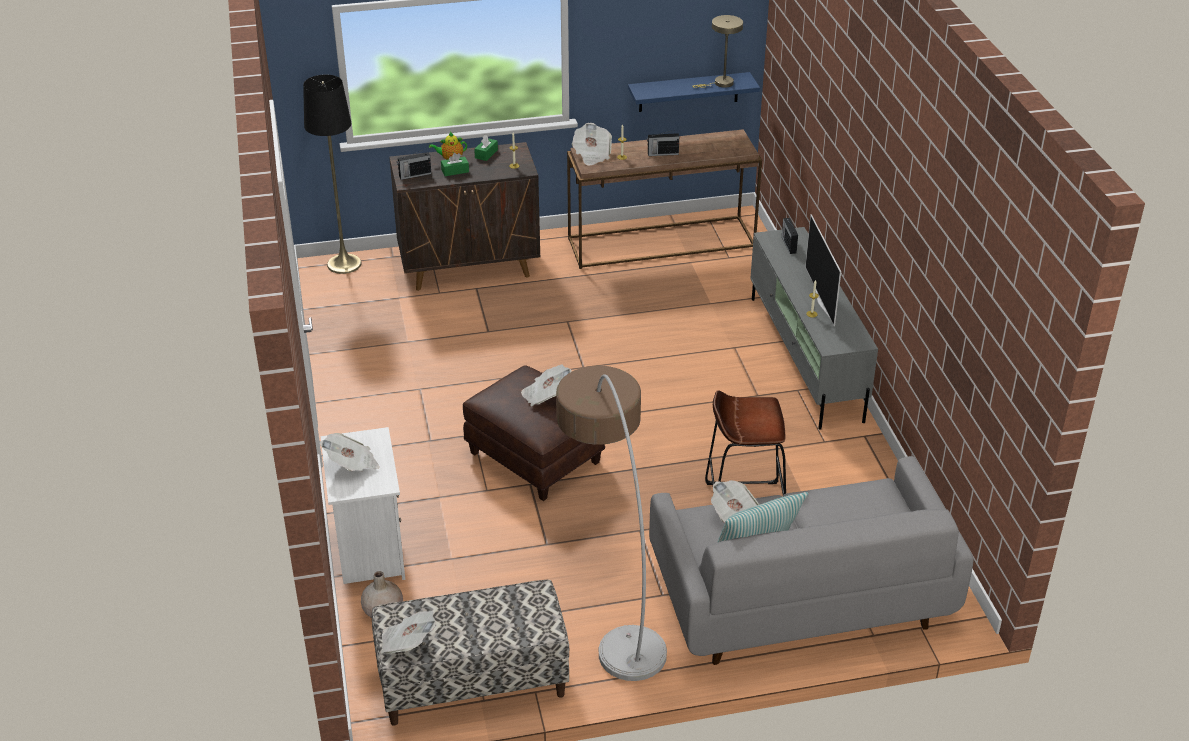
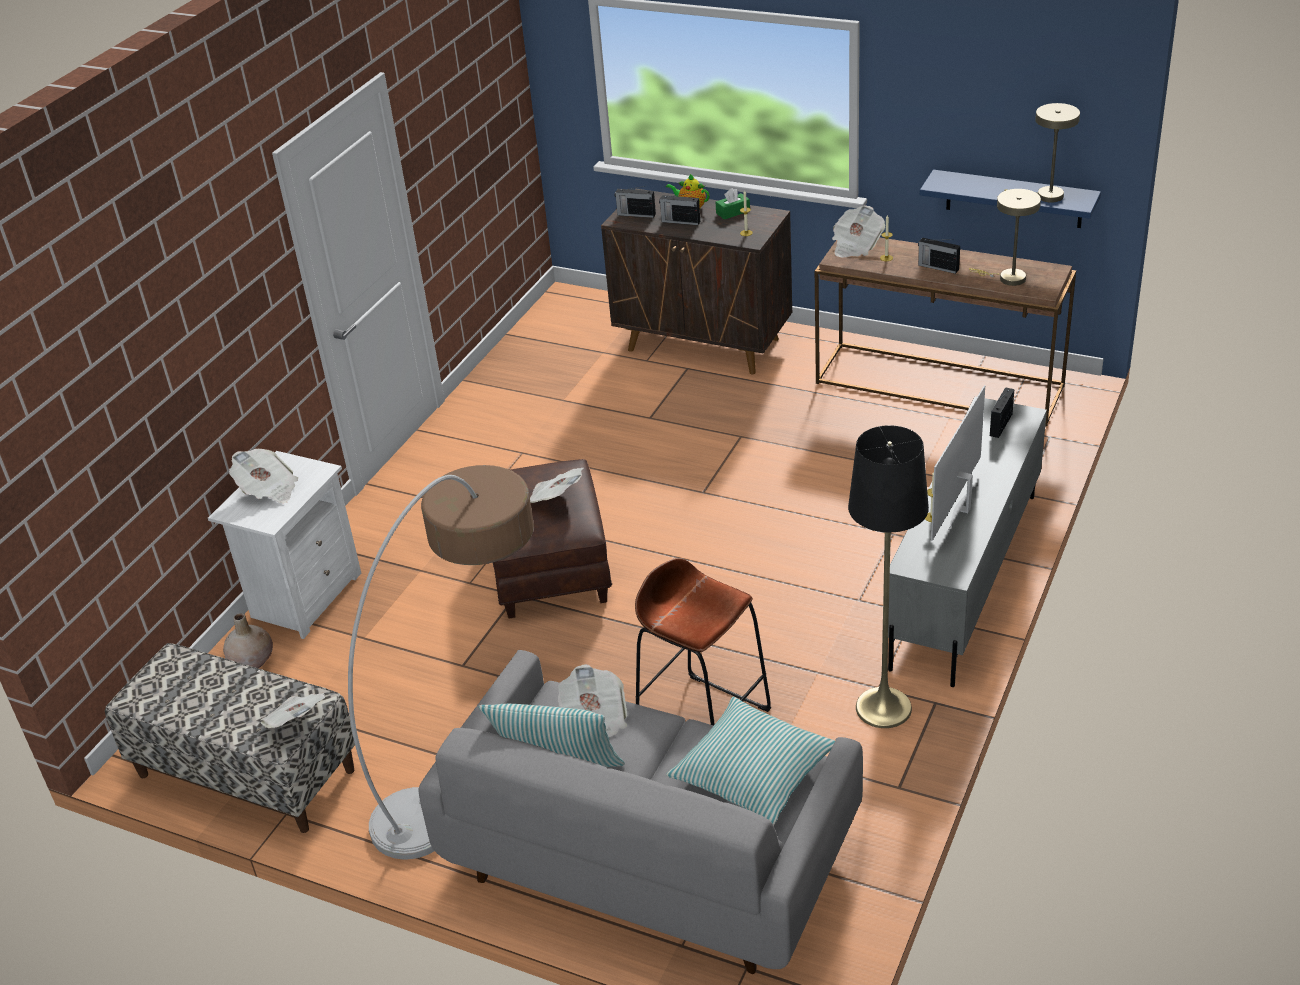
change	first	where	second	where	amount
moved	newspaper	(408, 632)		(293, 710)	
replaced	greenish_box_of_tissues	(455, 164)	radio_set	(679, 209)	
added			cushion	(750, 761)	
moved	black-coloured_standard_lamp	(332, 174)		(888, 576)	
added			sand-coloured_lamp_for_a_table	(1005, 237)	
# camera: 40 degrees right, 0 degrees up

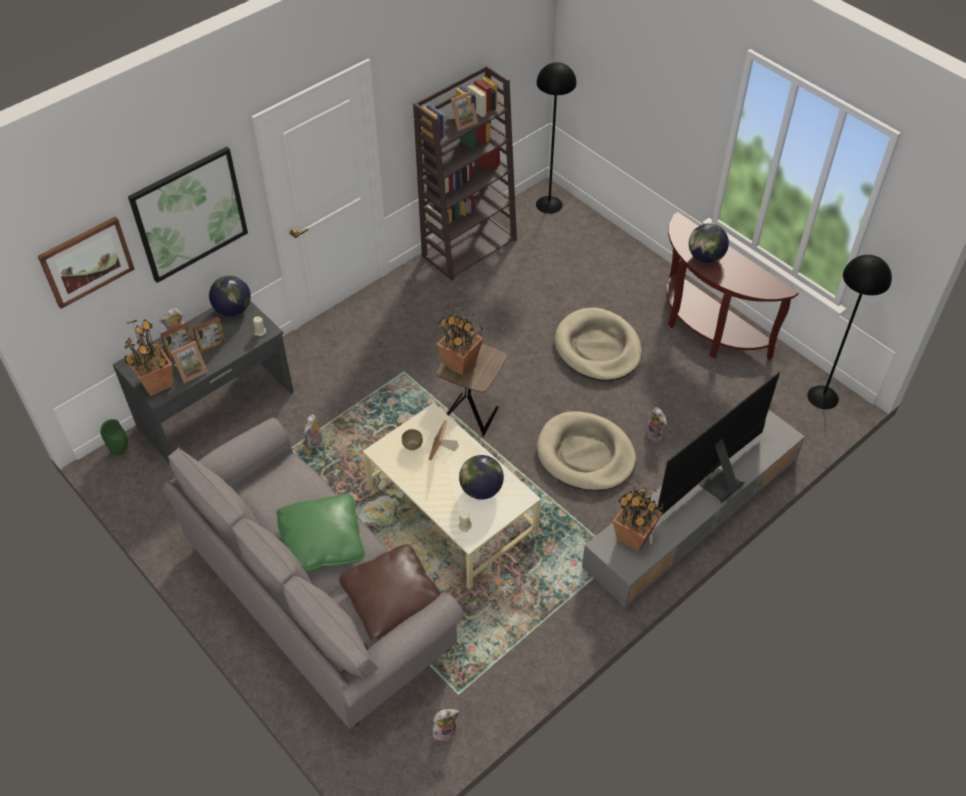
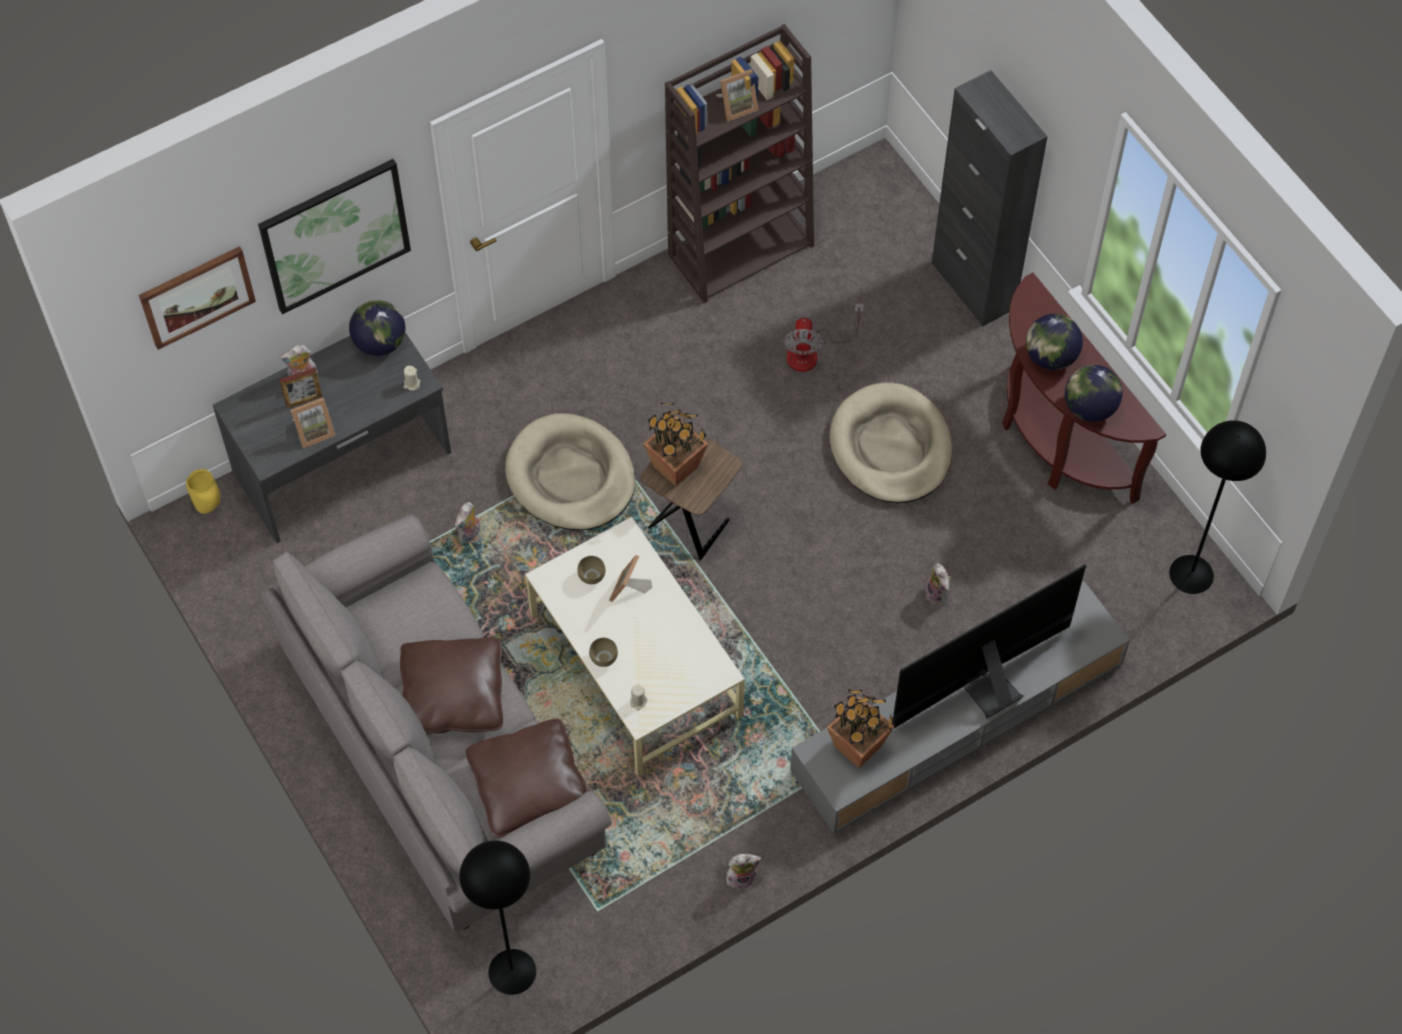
change	first	where	second	where	amount
recoloured	greenish_decorative_vase	(114, 437)	yellow-coloured_decorative_vase	(203, 491)	
recoloured	greenish_cushion	(320, 533)	brown-coloured_cushion	(451, 686)	
moved	black-coloured_standard_lamp	(556, 138)		(497, 917)	
moved	sand-coloured_dog_bed	(586, 451)		(570, 471)	
added			brown-coloured_deep_dish	(603, 652)	
moved	cuddly_toy	(446, 726)		(744, 872)	
added			cooling_fan	(824, 338)	
added			black-coloured_cabinet	(990, 198)	
moved	globe	(481, 477)		(1093, 393)	
removed	potted_plant	(149, 358)			
removed	picture_frame	(209, 335)			
# camera: 10 degrees right, 10 degrees up

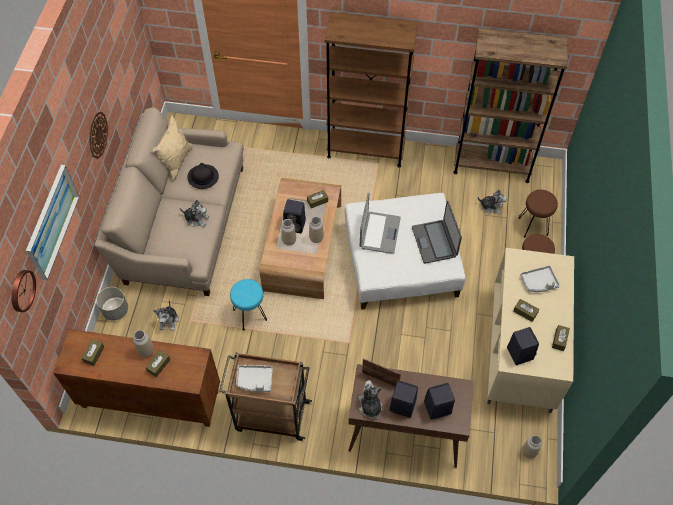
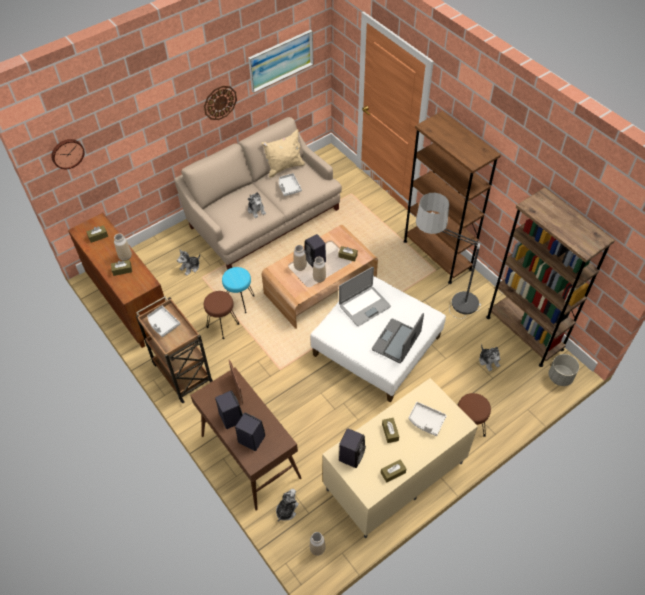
change	first	where	second	where	amount
moved	brown-coloured_stool_seat	(538, 213)		(221, 315)	
moved	picture	(52, 222)		(281, 61)	
moved	cuddly_toy	(370, 400)		(287, 505)	
replaced	black-coloured_wearable_hat	(203, 176)	grey_serving_tray	(290, 184)	
added			standard_lamp	(449, 256)	
moved	grey_flower_pot	(112, 303)		(564, 370)	
# camera: 45 degrees right, 5 degrees down

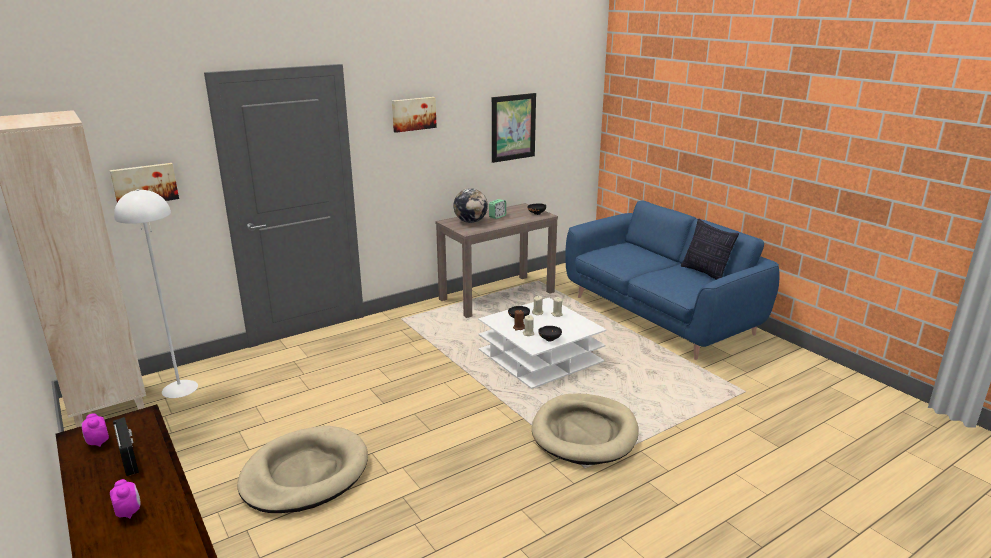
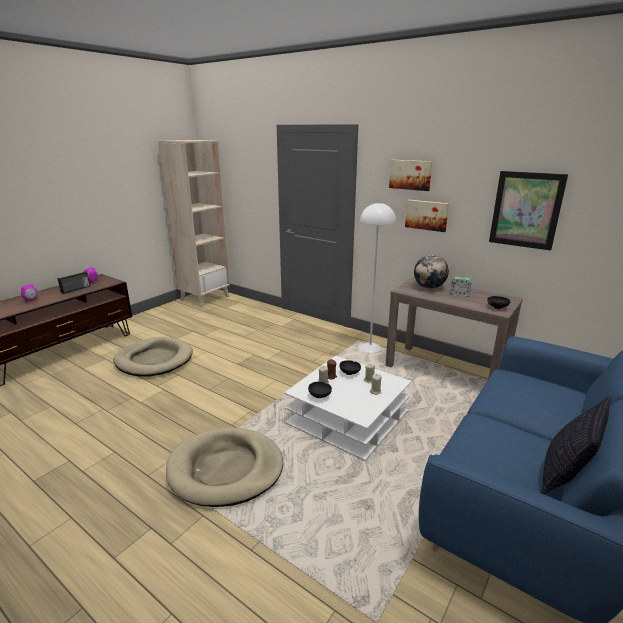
change	first	where	second	where	amount
moved	white-coloured_standard_lamp	(156, 293)		(377, 277)	
moved	picture	(144, 182)		(427, 216)	
# camera: 70 degrees right, 0 degrees up

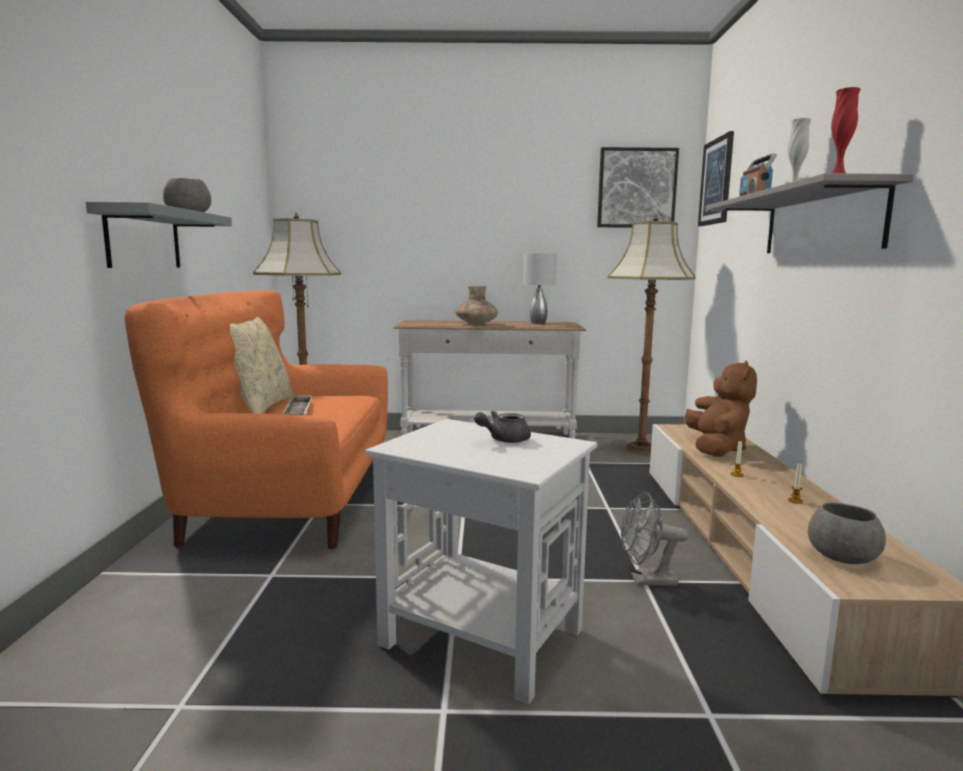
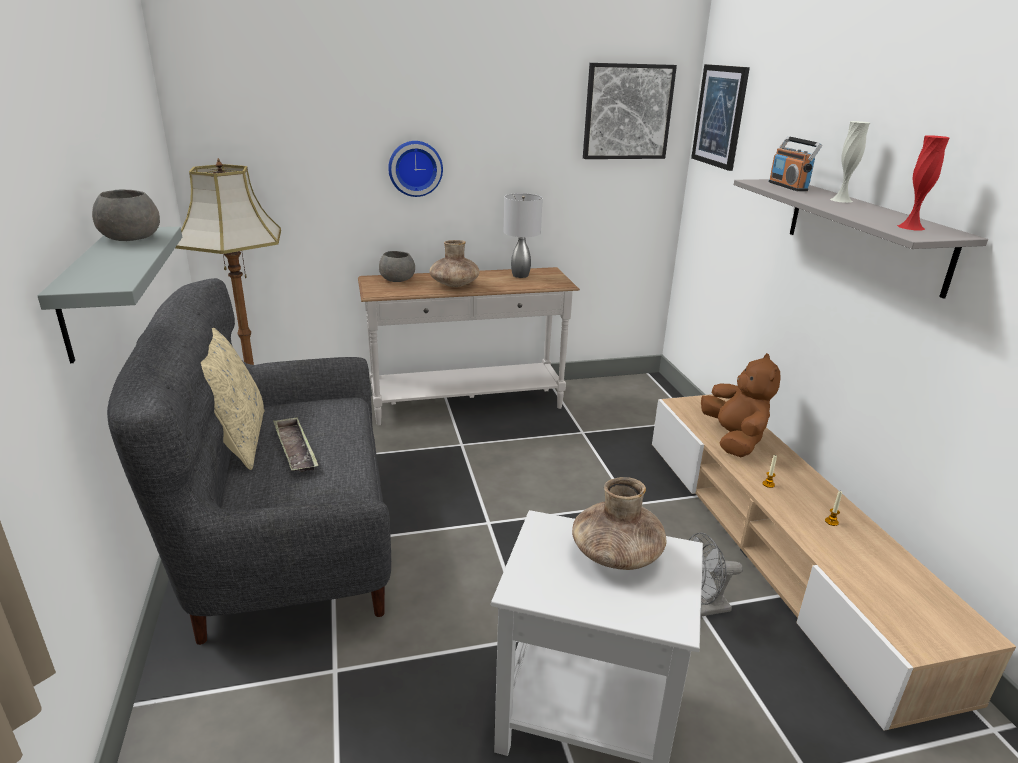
change	first	where	second	where	amount
recoloured	orange-coloured_settee	(256, 419)	grey_settee	(249, 461)	
moved	grey_deep_dish	(847, 533)		(397, 266)	
added			hanging_clock	(415, 169)	
replaced	grey_teapot	(502, 427)	brown-coloured_decorative_vase	(619, 523)	
removed	standard_lamp	(652, 334)			
# camera: 15 degrees left, 15 degrees up

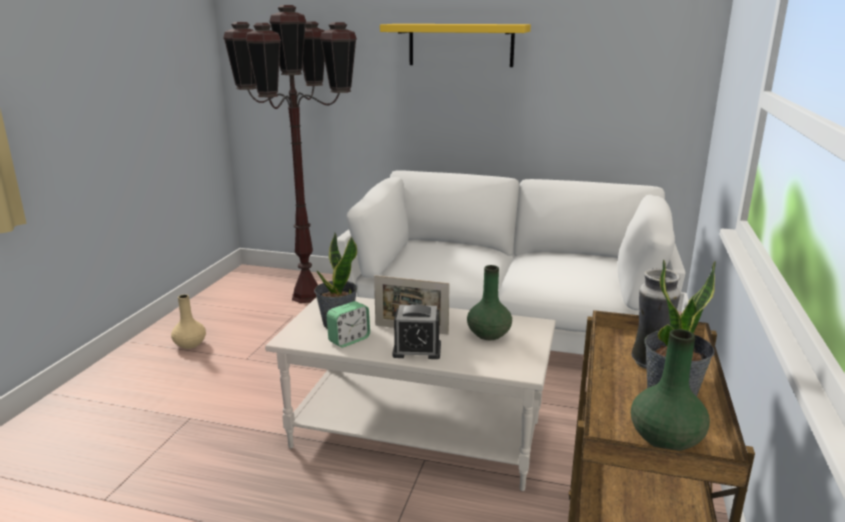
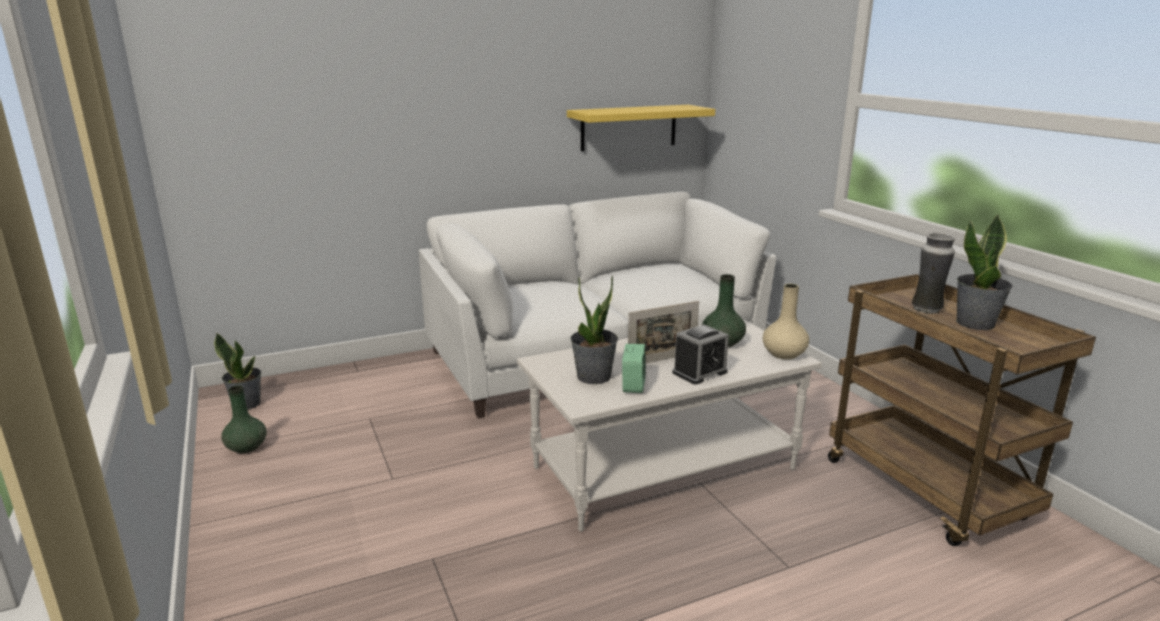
change	first	where	second	where	amount
added			potted_plant	(237, 371)	
moved	greenish_decorative_vase	(670, 390)		(243, 419)	
moved	yellow-coloured_bracket_shelf	(455, 45)		(641, 128)	
moved	sand-coloured_decorative_vase	(188, 321)		(785, 322)	
removed	brown-coloured_standard_lamp	(290, 154)			
# camera: 40 degrees left, 0 degrees up

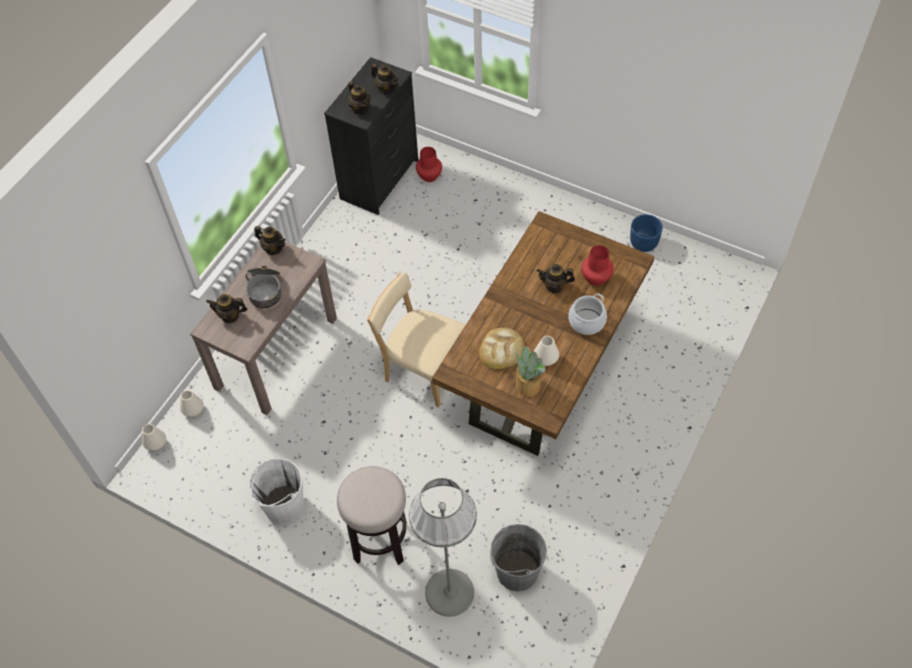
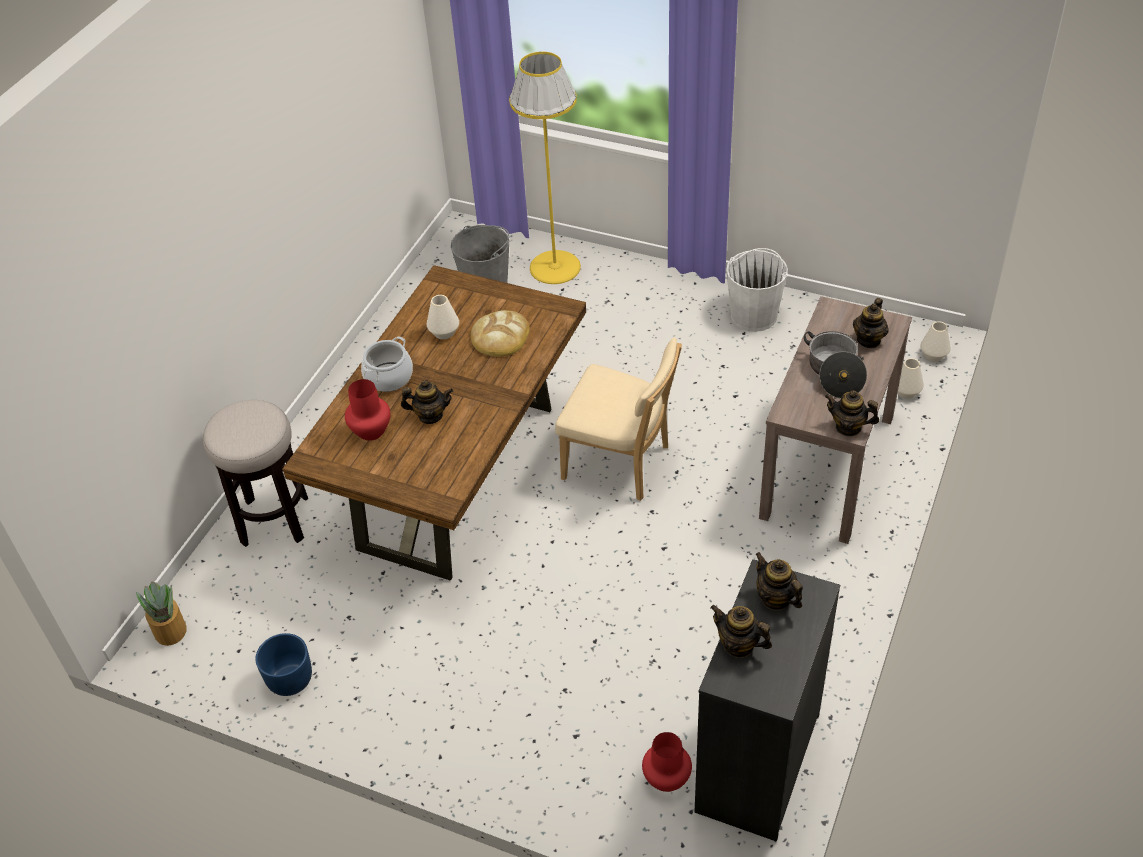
change	first	where	second	where	amount
moved	potted_plant	(530, 371)		(161, 614)	
moved	stool_seat	(372, 515)		(255, 473)	
recoloured	grey_standard_lamp	(443, 547)	yellow-coloured_standard_lamp	(545, 168)	
turned	teapot	(226, 308)		(871, 323)	120 degrees clockwise
# camera: 175 degrees right, 10 degrees down

